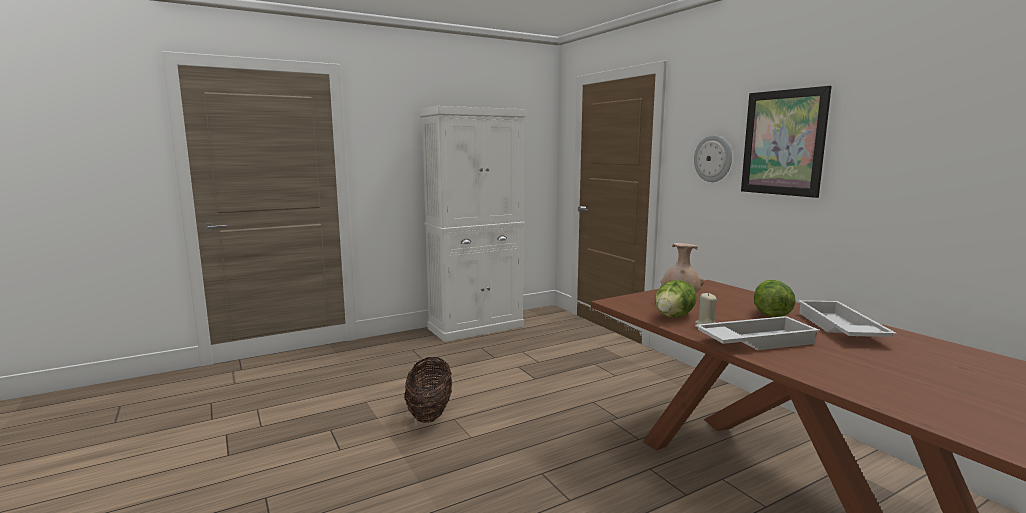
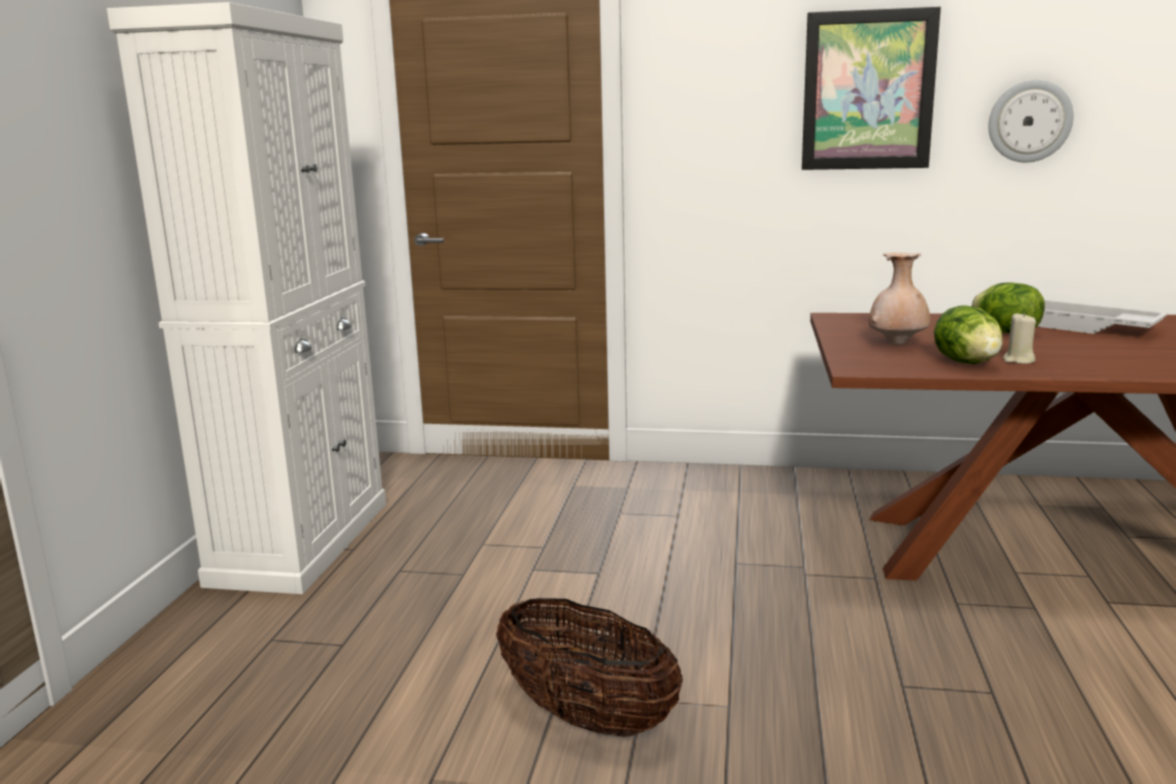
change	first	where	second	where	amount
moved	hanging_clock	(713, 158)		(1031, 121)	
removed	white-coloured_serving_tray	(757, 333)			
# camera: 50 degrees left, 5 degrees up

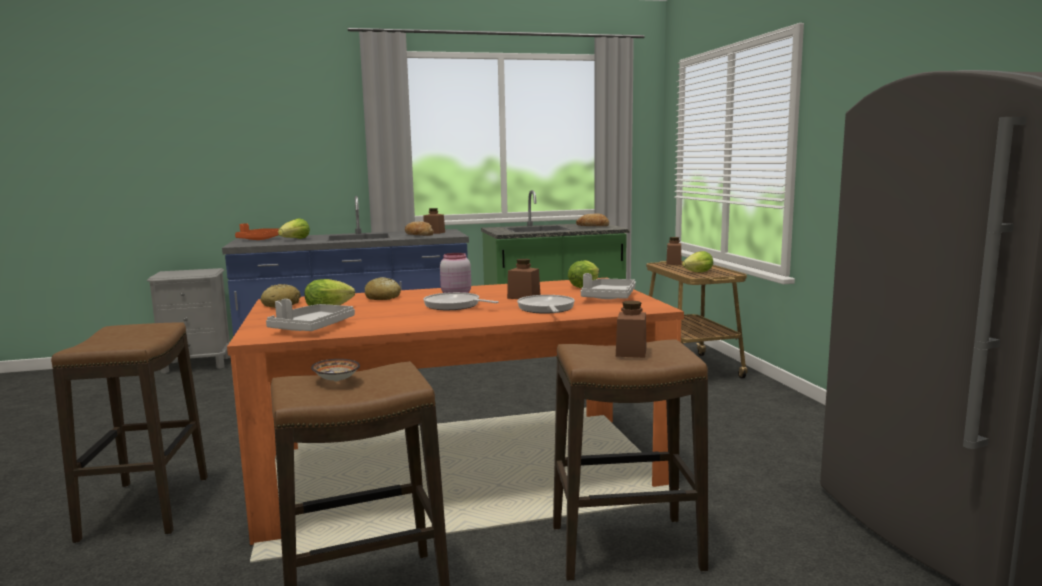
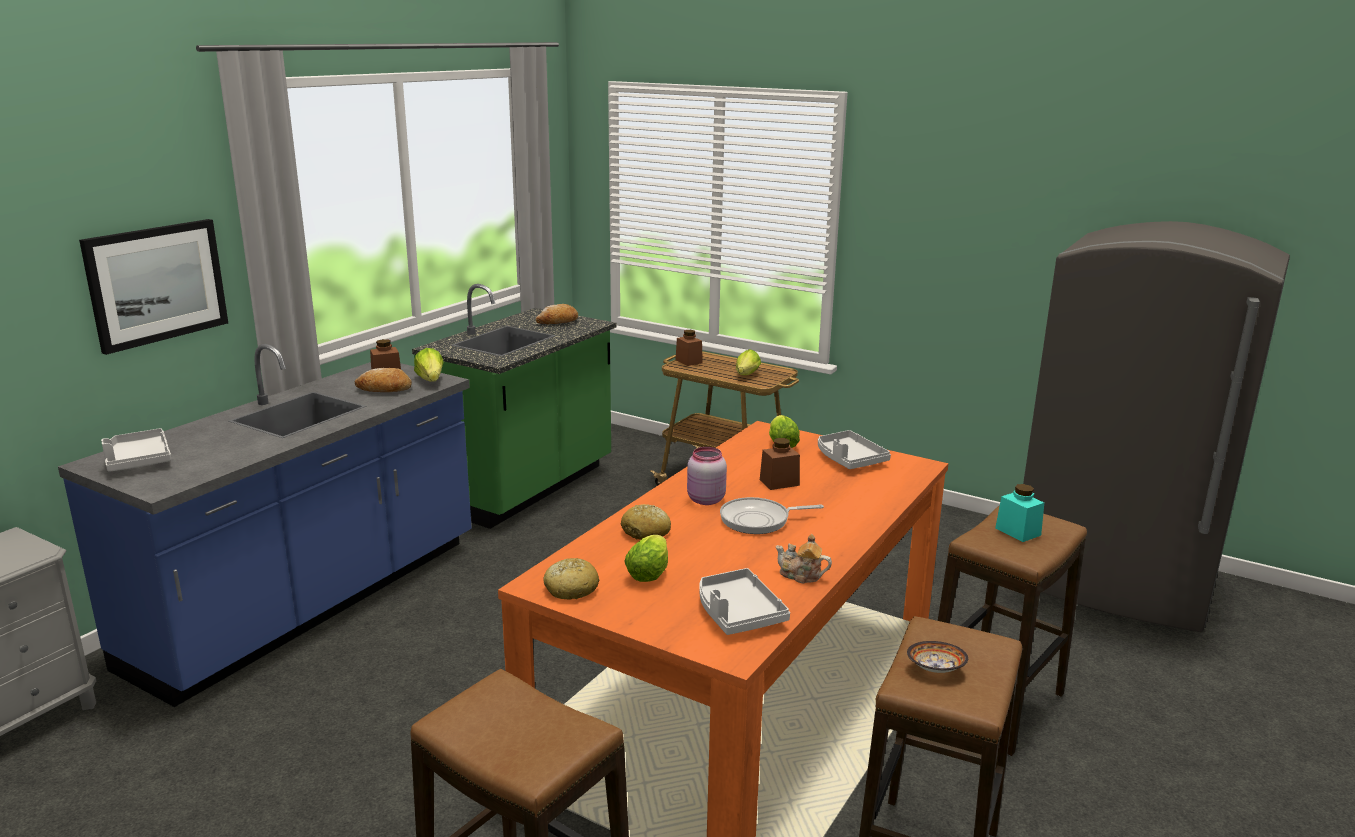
change	first	where	second	where	amount
added			picture	(153, 287)	
recoloured	orange-coloured_serving_tray	(257, 231)	grey_serving_tray	(136, 450)	
moved	lettuce	(294, 228)		(429, 365)	
added			teapot	(804, 559)	
recoloured	brown-coloured_jar	(631, 329)	blue-green_jar	(1019, 513)	
removed	skillet	(546, 304)			
# camera: 45 degrees left, 10 degrees up

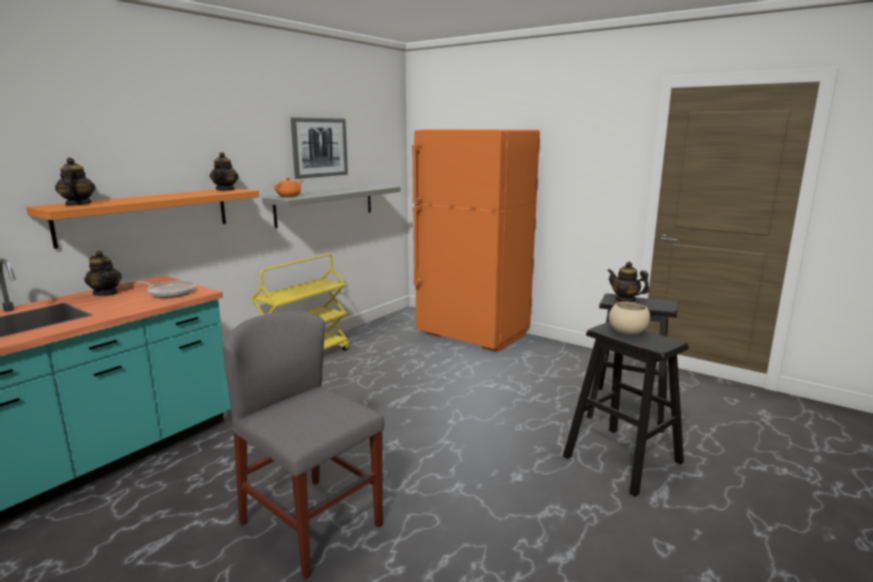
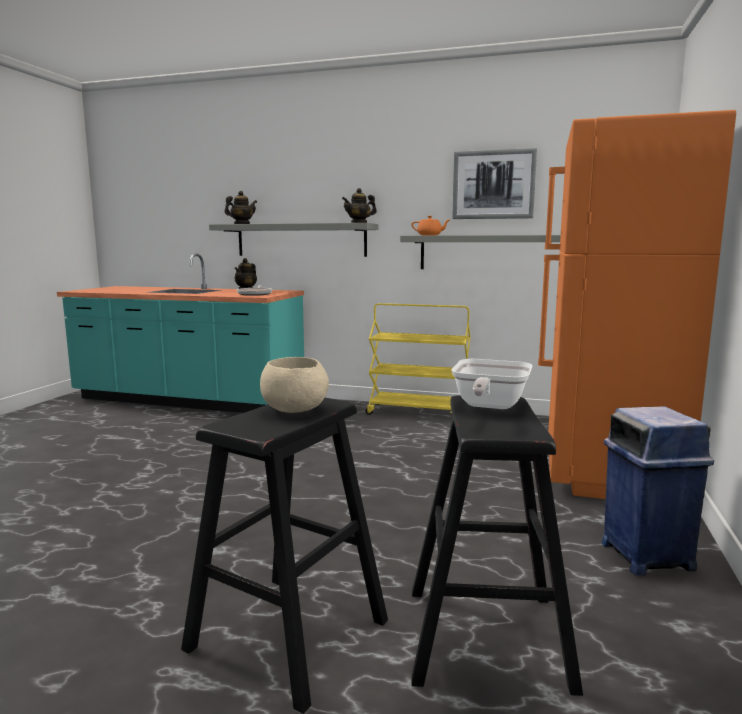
change	first	where	second	where	amount
recoloured	orange-coloured_bracket_shelf	(142, 218)	grey_bracket_shelf	(293, 240)	
replaced	teapot	(628, 282)	skillet	(491, 384)	
added			blue-coloured_trash_can	(658, 491)	
removed	grey_upright_chair	(303, 445)			
# camera: 70 degrees right, 5 degrees down

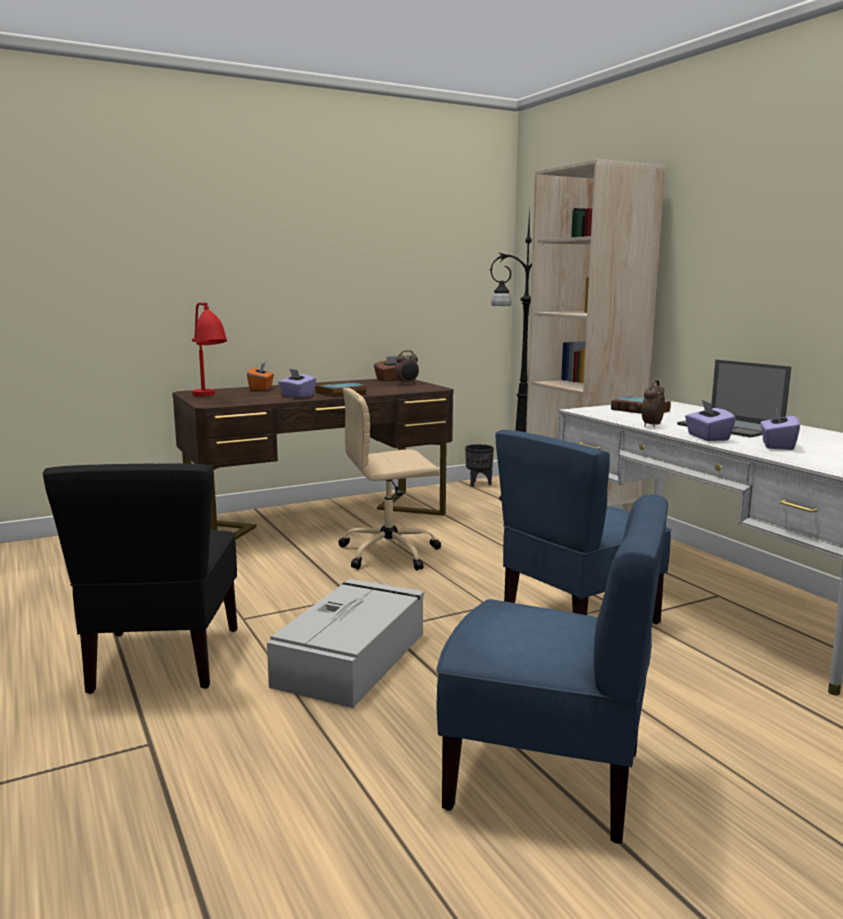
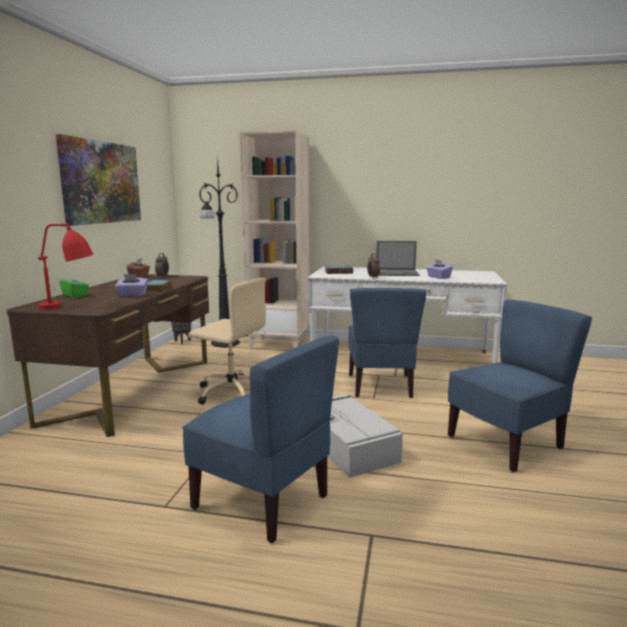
change	first	where	second	where	amount
added			picture	(98, 180)	
recoloured	orange-coloured_box_of_tissues	(260, 376)	greenish_box_of_tissues	(74, 285)	
recoloured	black-coloured_upright_chair	(140, 578)	blue-coloured_upright_chair	(260, 439)	
turned	sand-coloured_office_chair	(389, 479)		(227, 341)	90 degrees counterclockwise
removed	purplish_box_of_tissues	(710, 420)			
# camera: 50 degrees left, 0 degrees up

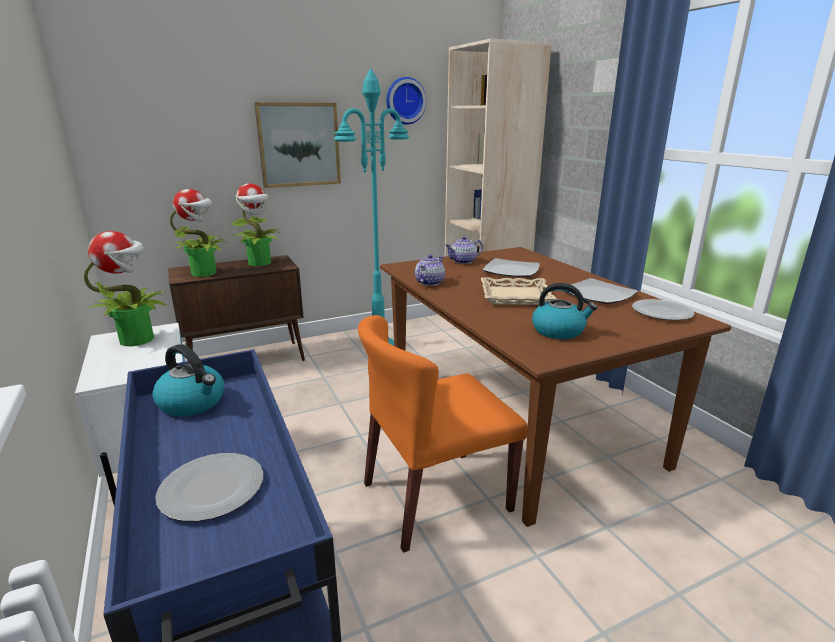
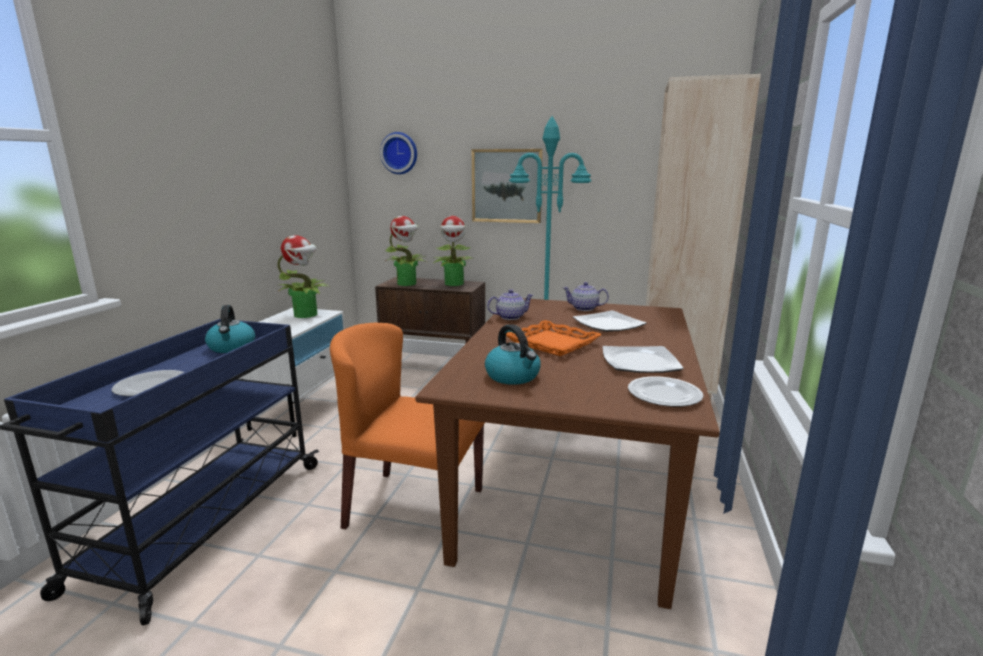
change	first	where	second	where	amount
moved	hanging_clock	(406, 101)		(398, 153)	
recoloured	sand-coloured_serving_tray	(518, 291)	orange-coloured_serving_tray	(554, 338)	
# camera: 40 degrees right, 5 degrees down

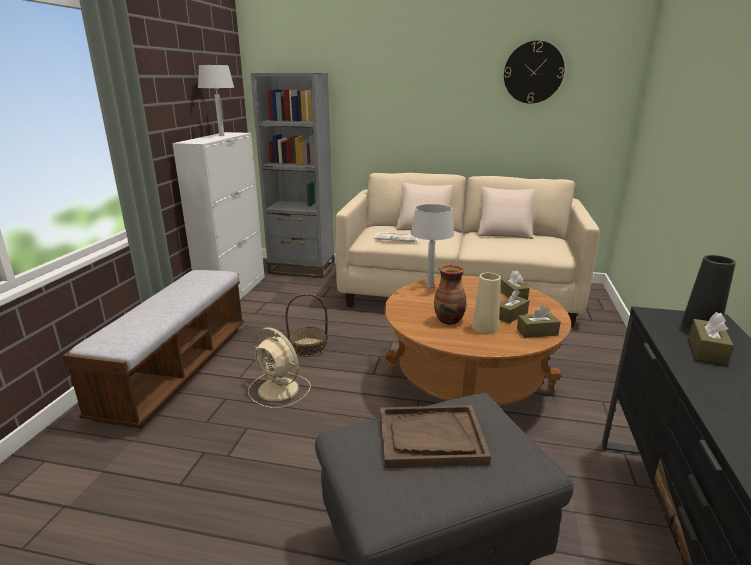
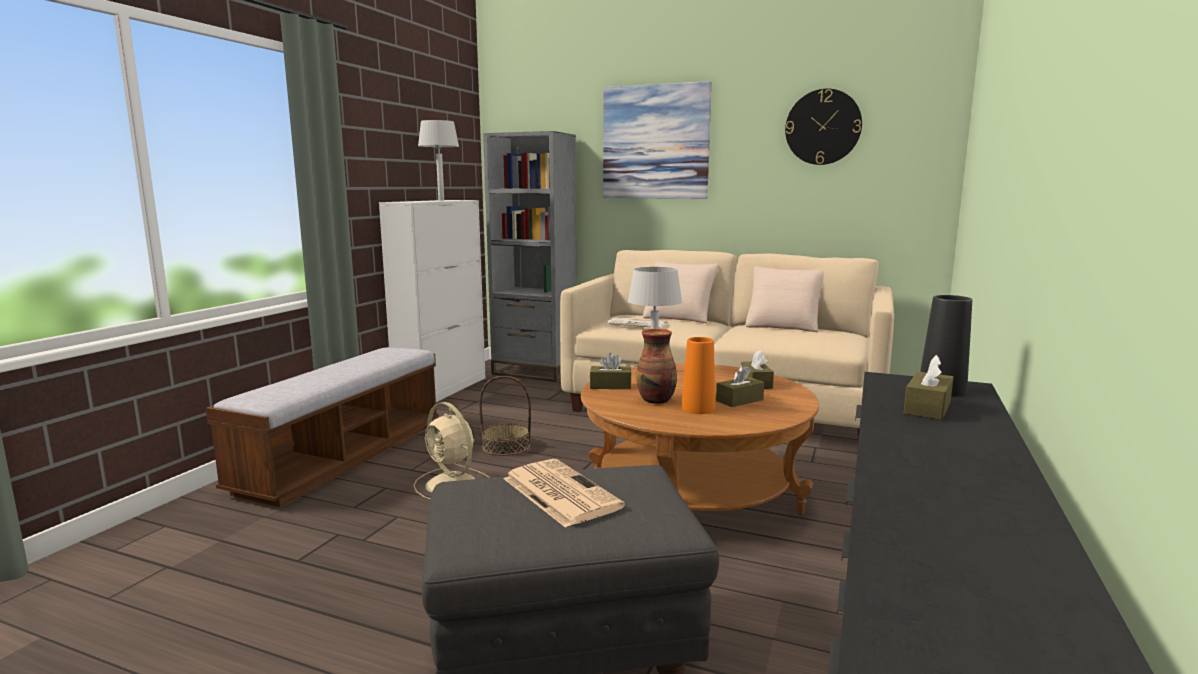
change	first	where	second	where	amount
replaced	brown-coloured_serving_tray	(435, 436)	newspaper	(564, 493)	
moved	brown-coloured_box_of_tissues	(539, 321)		(611, 371)	
added			picture	(657, 140)	
recoloured	sand-coloured_decorative_vase	(486, 303)	orange-coloured_decorative_vase	(698, 375)	
# camera: 10 degrees right, 10 degrees down

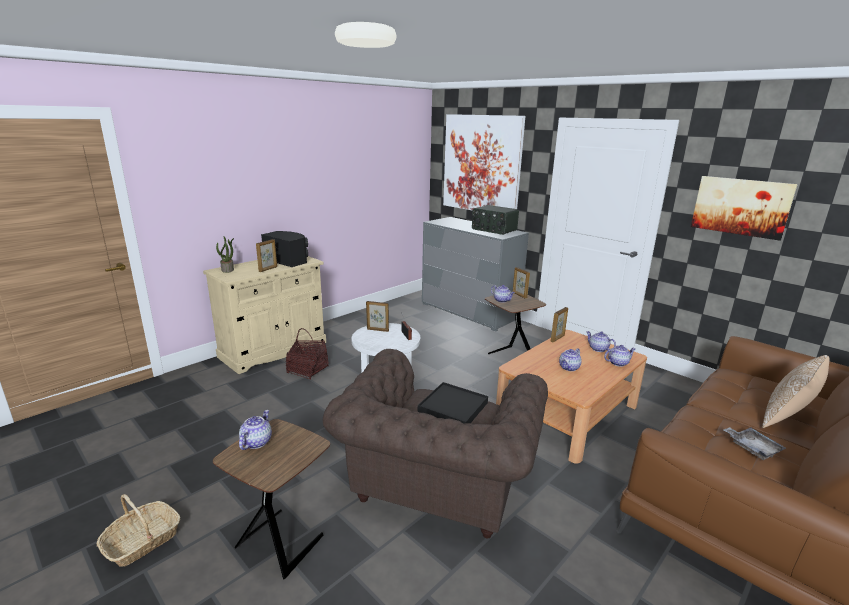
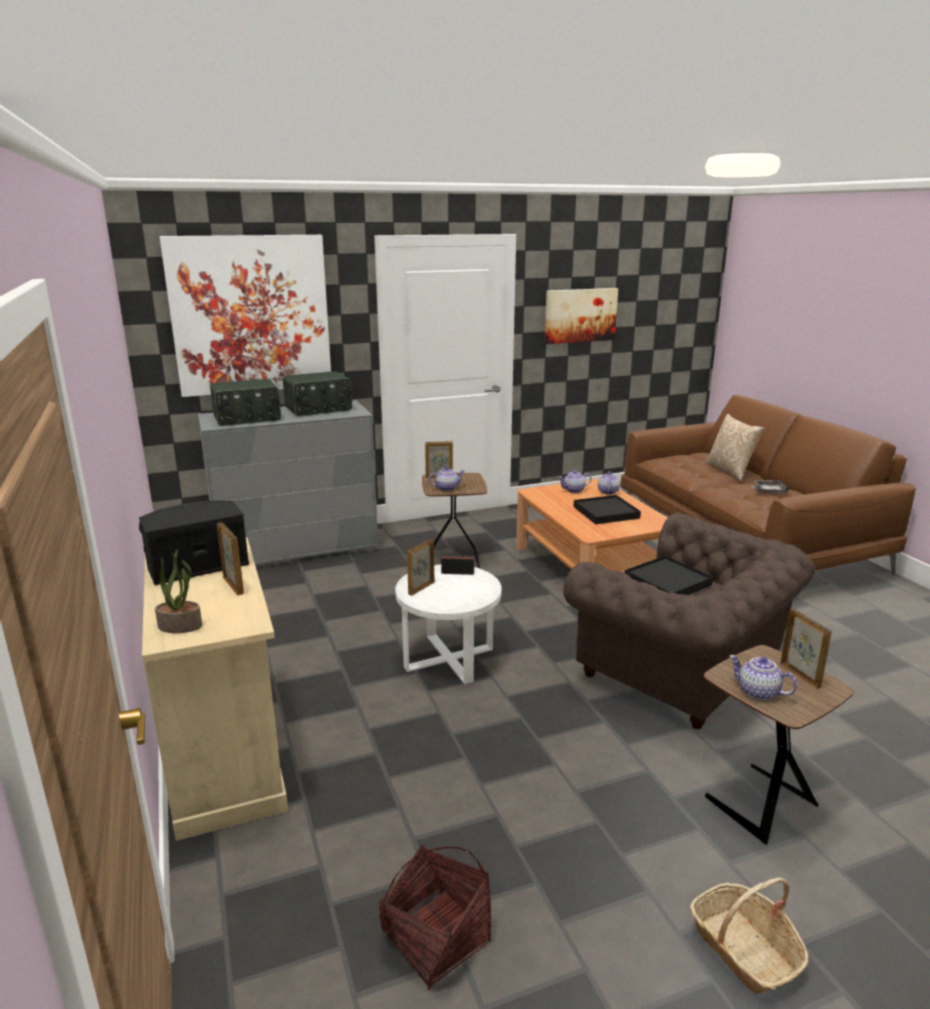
change	first	where	second	where	amount
added			radio_set	(245, 402)	
moved	storage_basket	(307, 354)		(435, 917)	
replaced	teapot	(570, 359)	black-coloured_serving_tray	(607, 509)	
moved	picture_frame	(559, 324)		(806, 649)	
# camera: 65 degrees left, 0 degrees up

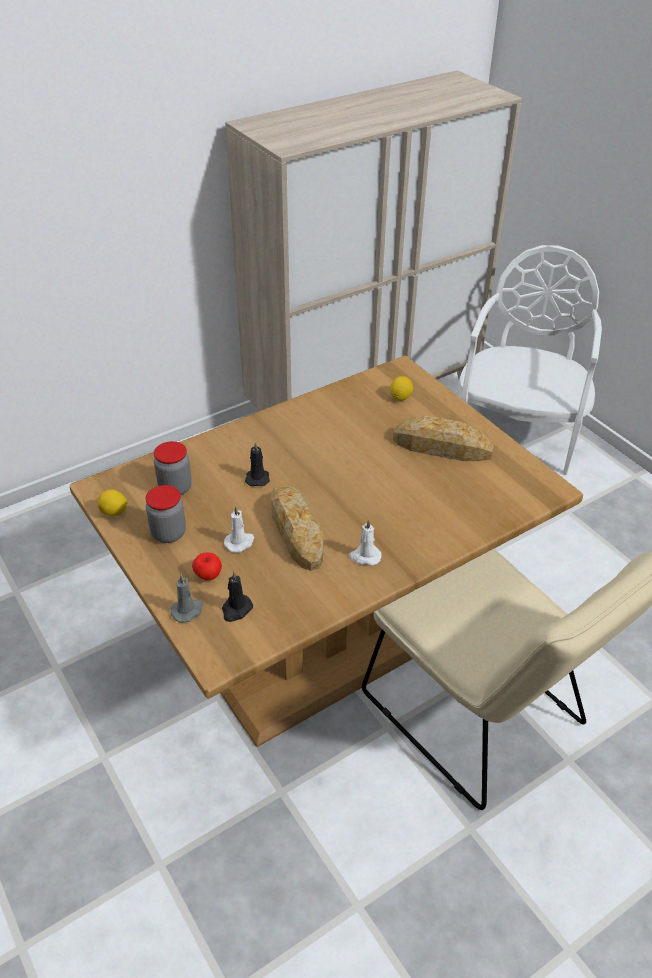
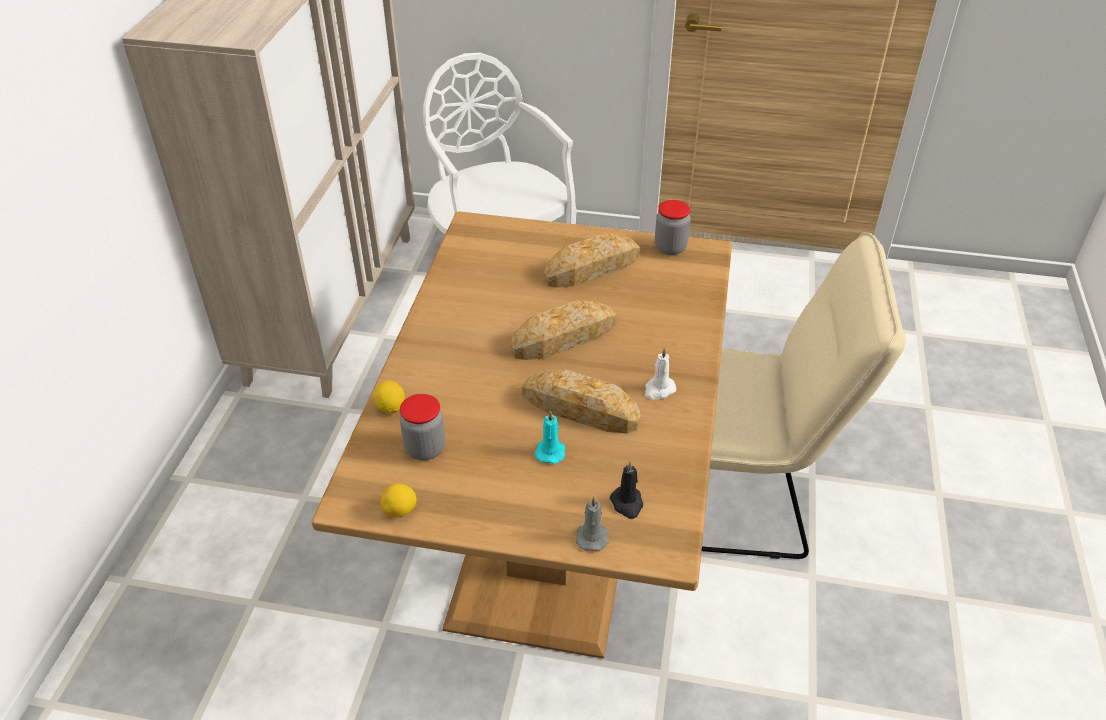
change	first	where	second	where	amount
moved	whole_lemon	(401, 388)		(389, 397)	
added			baked_bread	(564, 330)	
recoloured	white-coloured_candle	(239, 529)	blue-green_candle	(550, 437)	
moved	jar	(165, 514)		(673, 227)	
removed	apple	(207, 566)			
removed	black-coloured_candle	(257, 463)			
# camera: 45 degrees left, 0 degrees up

